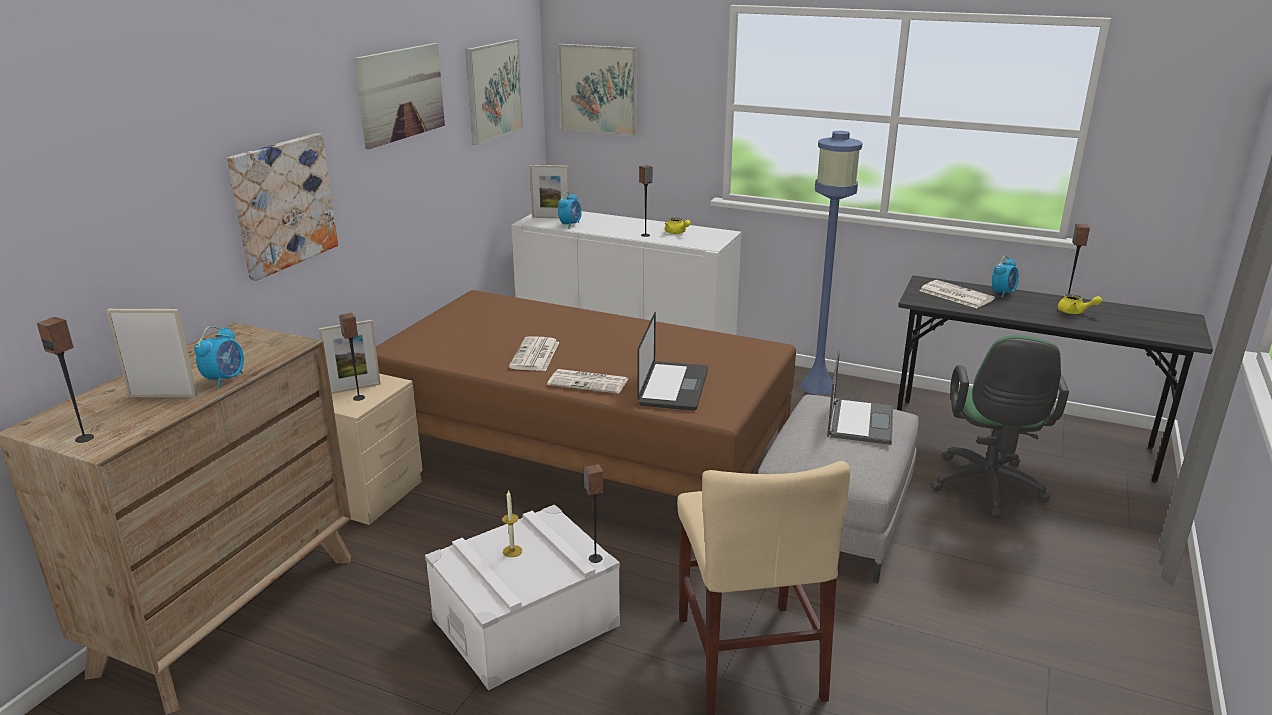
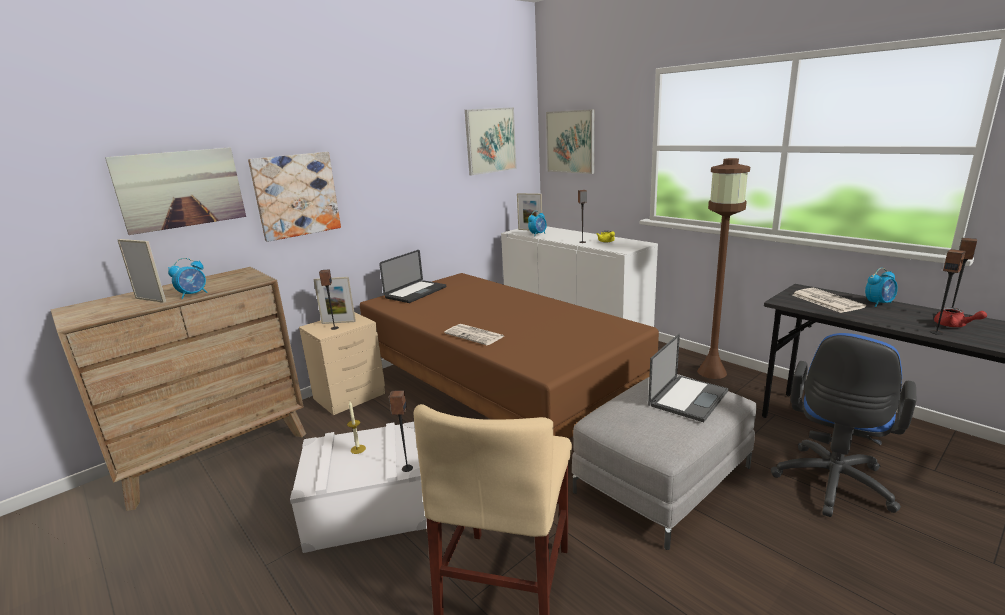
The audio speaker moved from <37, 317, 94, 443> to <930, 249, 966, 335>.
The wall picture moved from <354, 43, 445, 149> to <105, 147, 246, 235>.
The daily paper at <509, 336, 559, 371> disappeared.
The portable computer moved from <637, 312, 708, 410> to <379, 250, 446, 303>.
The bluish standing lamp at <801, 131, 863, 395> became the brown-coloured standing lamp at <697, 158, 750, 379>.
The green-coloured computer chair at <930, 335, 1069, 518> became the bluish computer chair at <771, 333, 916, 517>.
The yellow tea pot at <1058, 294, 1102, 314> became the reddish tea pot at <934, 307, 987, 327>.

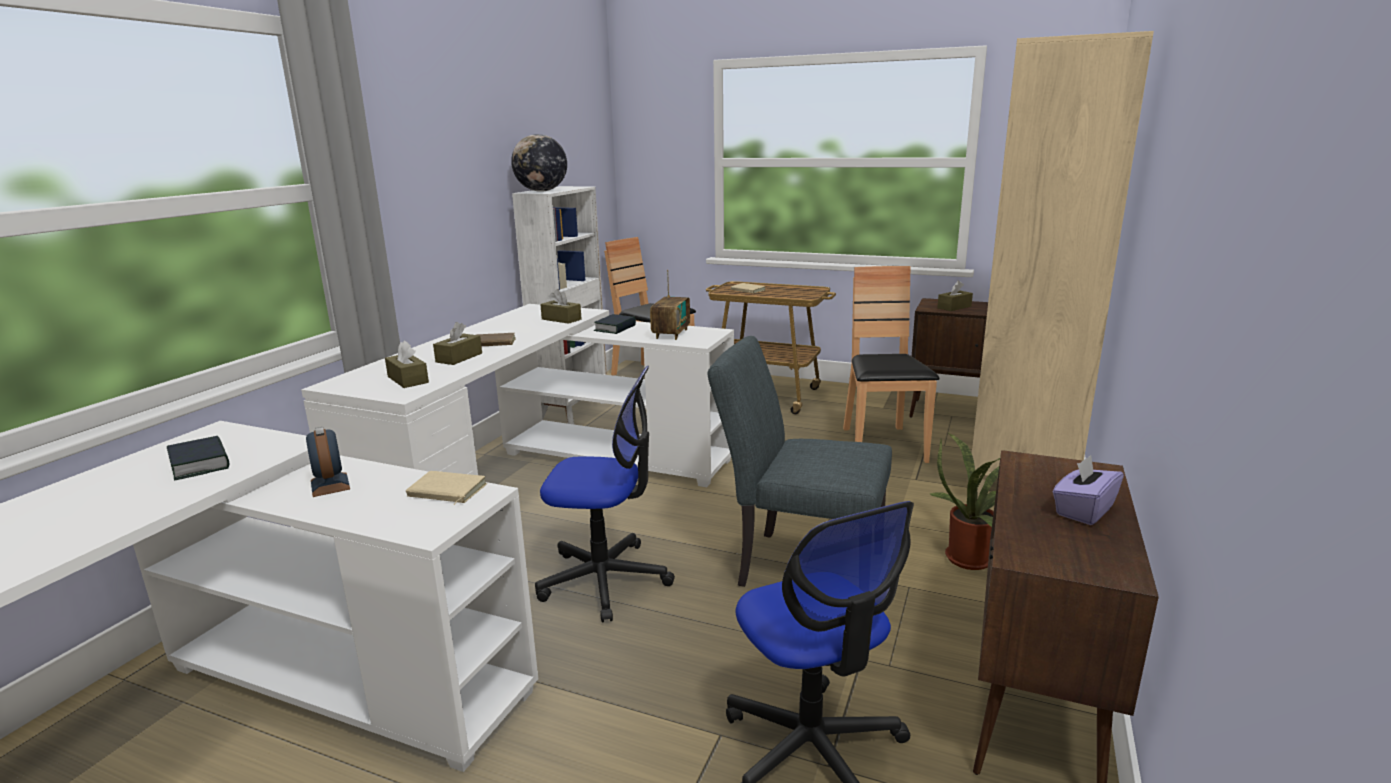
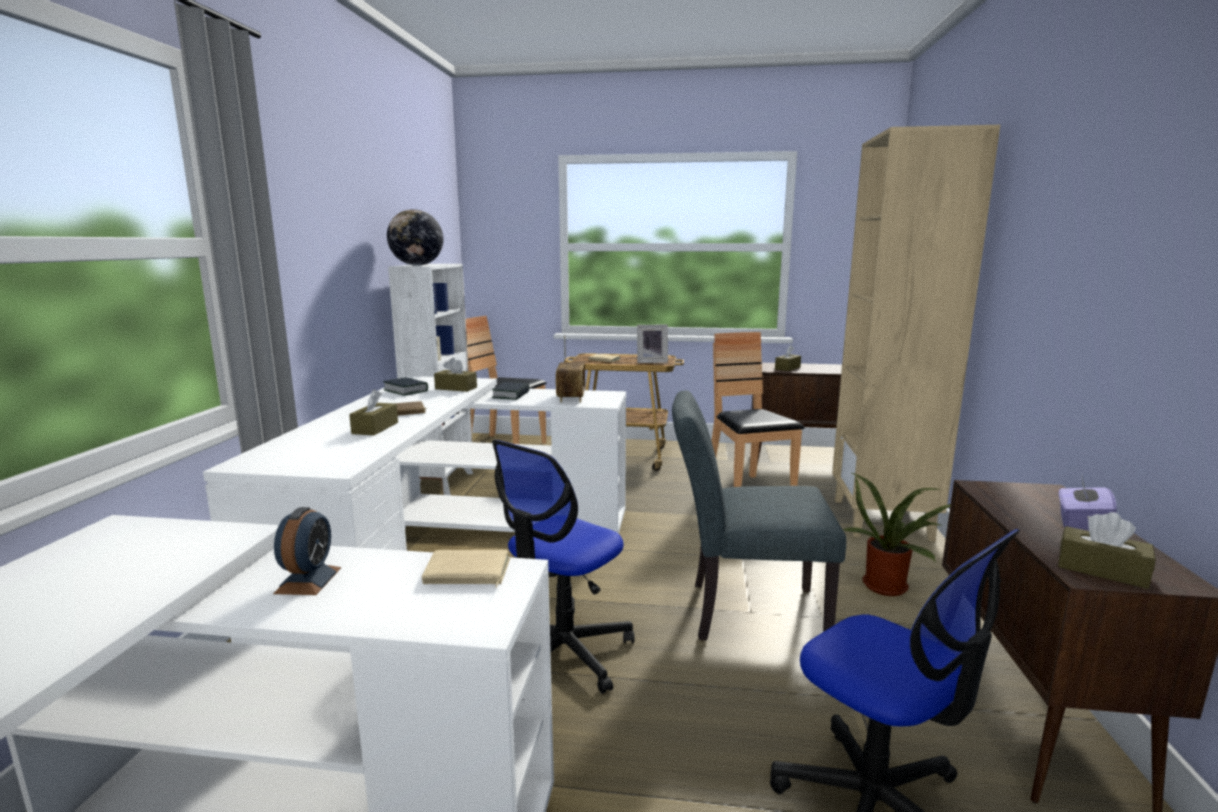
The volume moved from <167, 436, 229, 480> to <383, 377, 428, 396>.
The table clock at <306, 427, 350, 497> turned 135 degrees counterclockwise.
The brown-coloured tissue holder moved from <385, 341, 429, 388> to <1058, 512, 1156, 589>.
The computer chair at <535, 366, 675, 622> turned 135 degrees clockwise.
The picture frame at <637, 324, 668, 363> appeared.

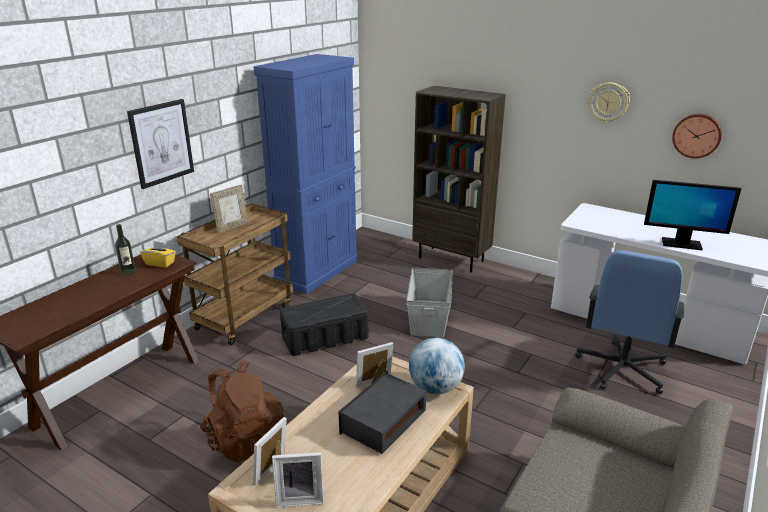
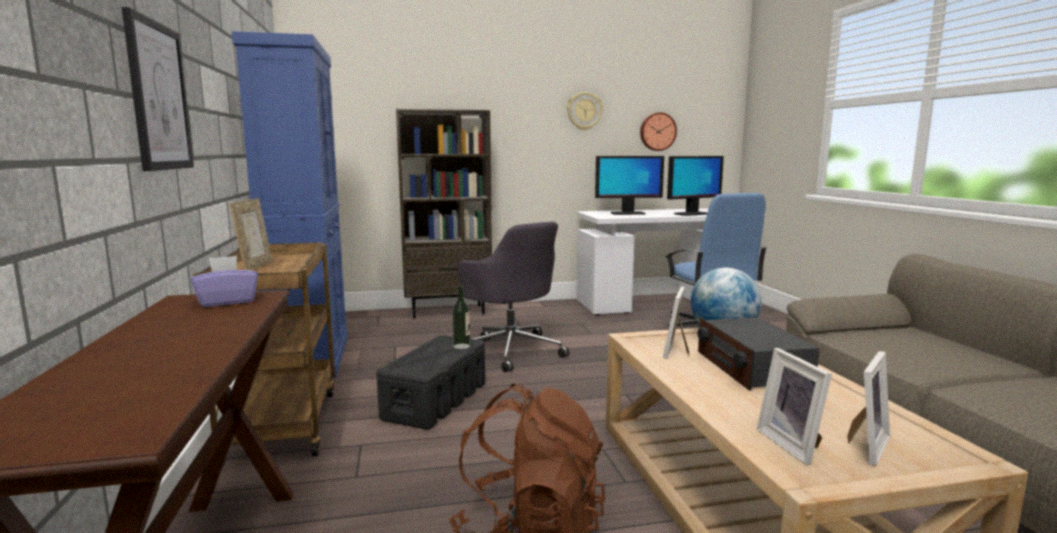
The beverage bottle moved from <115, 224, 136, 275> to <452, 285, 470, 349>.
The yellow tissue holder at <140, 241, 176, 268> became the purple tissue holder at <191, 256, 258, 307>.
The grey storage bin at <406, 267, 453, 337> was replaced by the grey computer chair at <457, 222, 569, 372>.
The monitor at <595, 156, 664, 215> appeared.

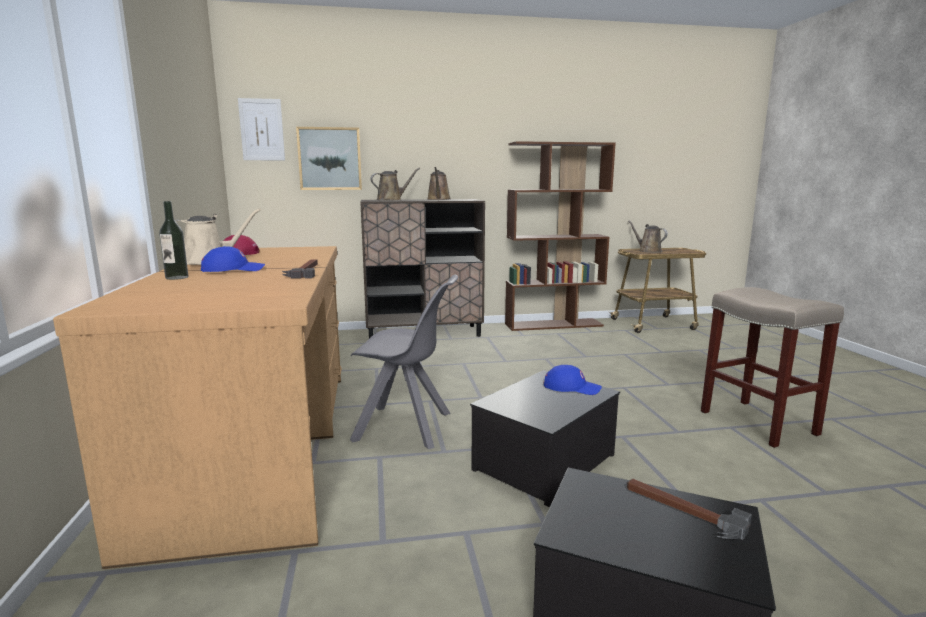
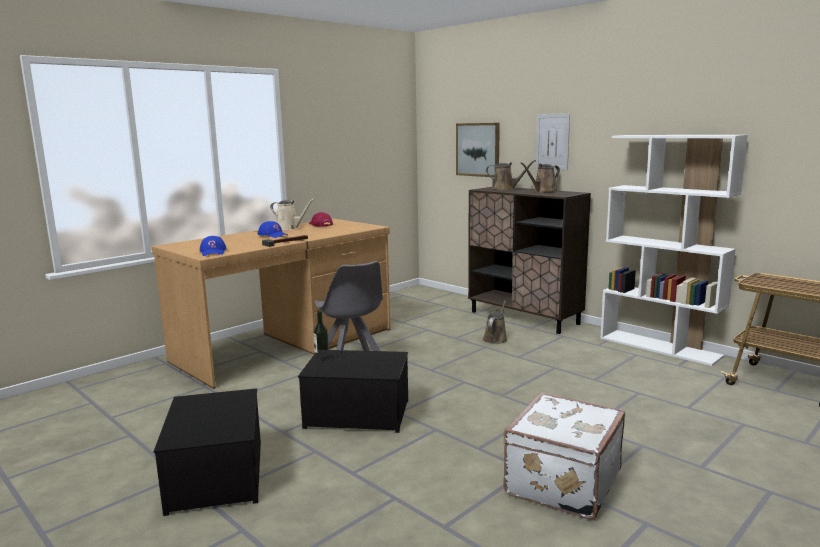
The beverage bottle moved from <159, 201, 188, 280> to <313, 311, 329, 364>.
The wall picture moved from <238, 98, 285, 161> to <535, 113, 570, 170>.
The brown-coloured shelving unit at <505, 141, 616, 331> became the white-coloured shelving unit at <600, 135, 748, 366>.
The bluish cap moved from <544, 365, 602, 395> to <200, 236, 226, 256>.
The hammer at <627, 479, 752, 540> disappeared.
The brown-coloured watering pot moved from <628, 220, 668, 253> to <483, 300, 508, 344>.
The beige-coloured stool at <701, 287, 844, 448> was replaced by the white-coloured piece of luggage at <503, 392, 625, 519>.

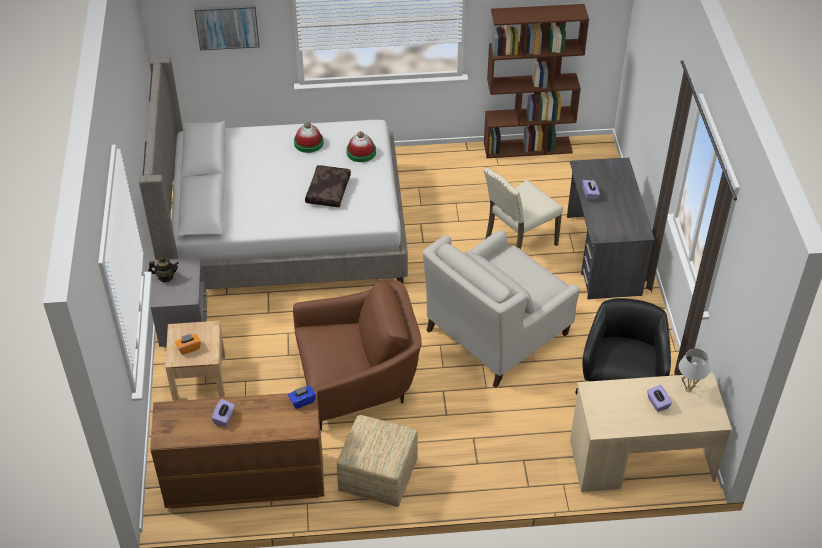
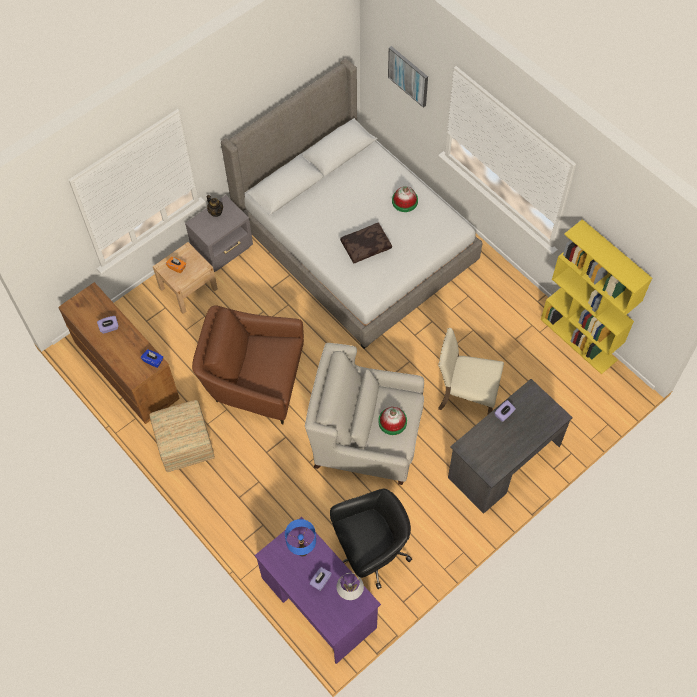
The brown-coloured armchair at <293, 281, 422, 431> turned 150 degrees clockwise.
The wearable hat moved from <346, 131, 376, 162> to <378, 407, 407, 435>.
The brown-coloured shelving unit at <484, 4, 589, 158> became the yellow shelving unit at <541, 219, 652, 374>.
The beige-coloured desk table at <570, 373, 732, 492> became the purple desk table at <254, 517, 381, 664>.
The bluish tabletop lamp at <285, 519, 316, 557> appeared.

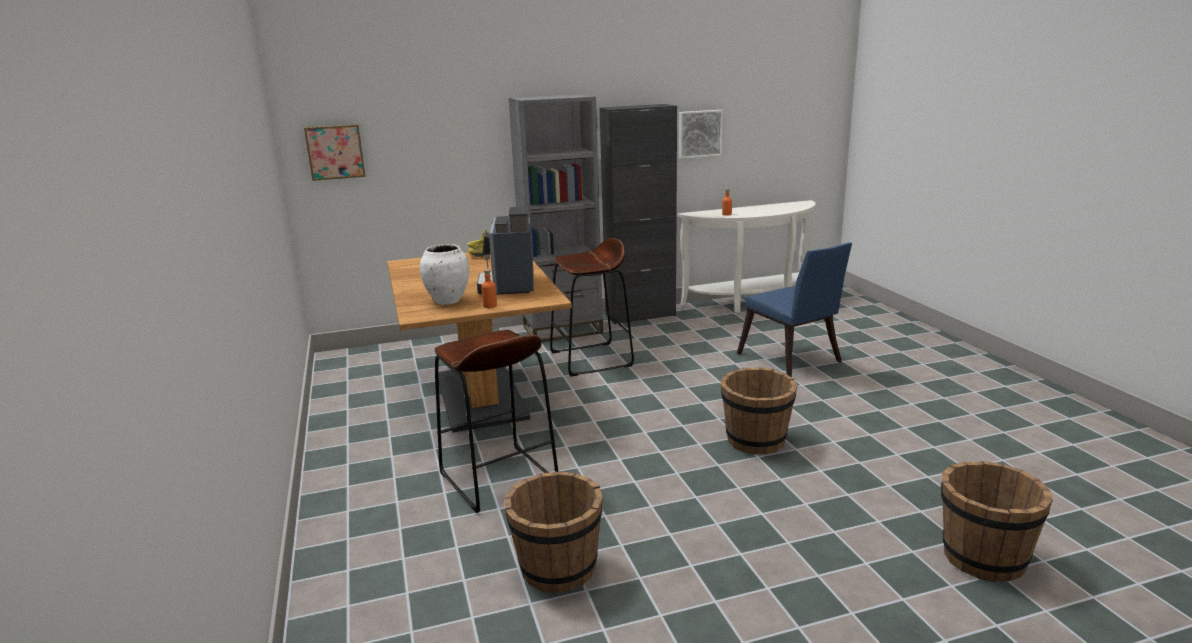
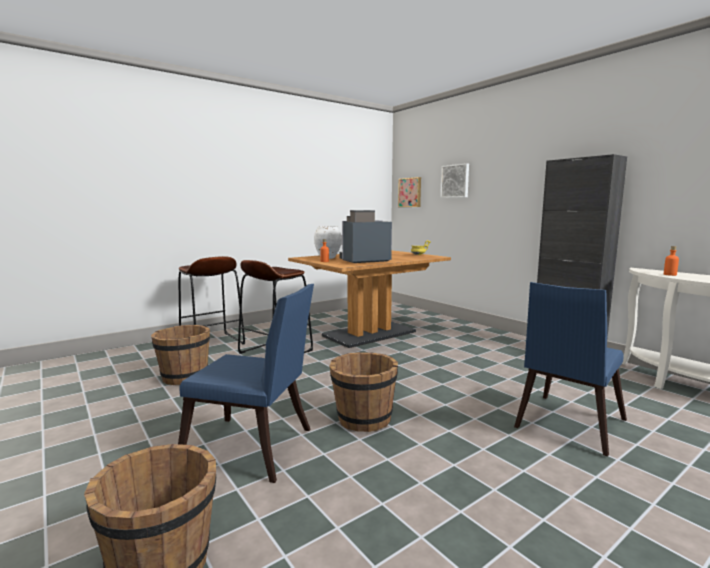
The grey shelving unit at <508, 94, 603, 342> disappeared.
The brown-coloured stool moved from <550, 238, 634, 377> to <179, 256, 245, 344>.
The wall picture moved from <679, 110, 723, 159> to <440, 163, 469, 198>.
The bluish chair at <178, 284, 314, 483> appeared.

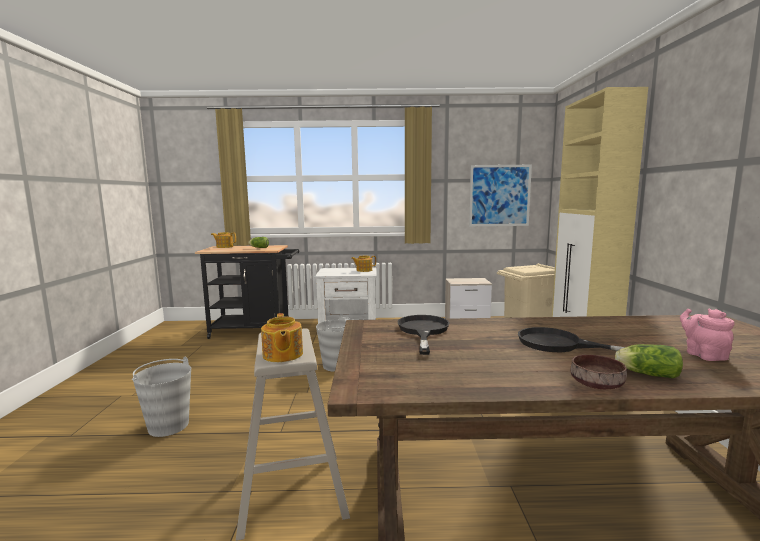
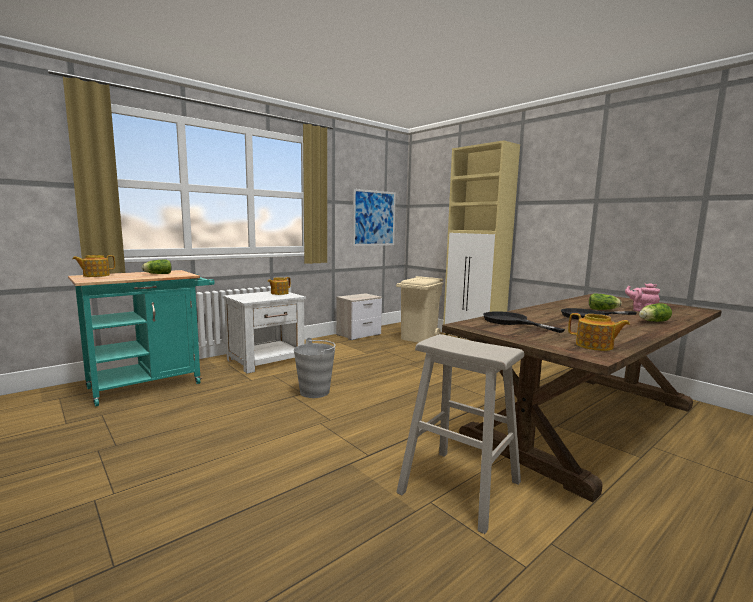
The grey pail at <132, 357, 191, 437> disappeared.
The black trolley at <195, 245, 299, 339> became the turquoise-coloured trolley at <68, 270, 215, 406>.
The tea pot moved from <261, 313, 303, 362> to <568, 313, 630, 351>.
The brown-coloured serving bowl at <571, 355, 627, 389> disappeared.
The lettuce at <589, 294, 622, 310> appeared.

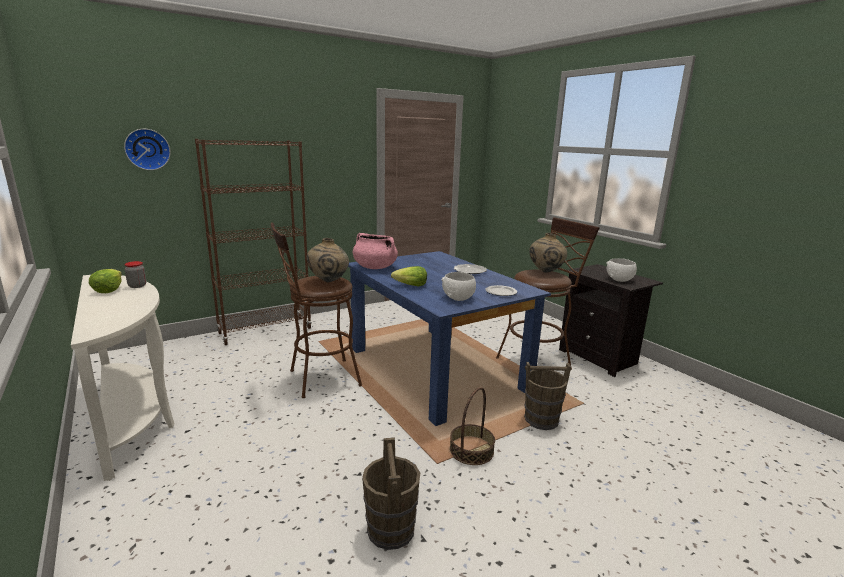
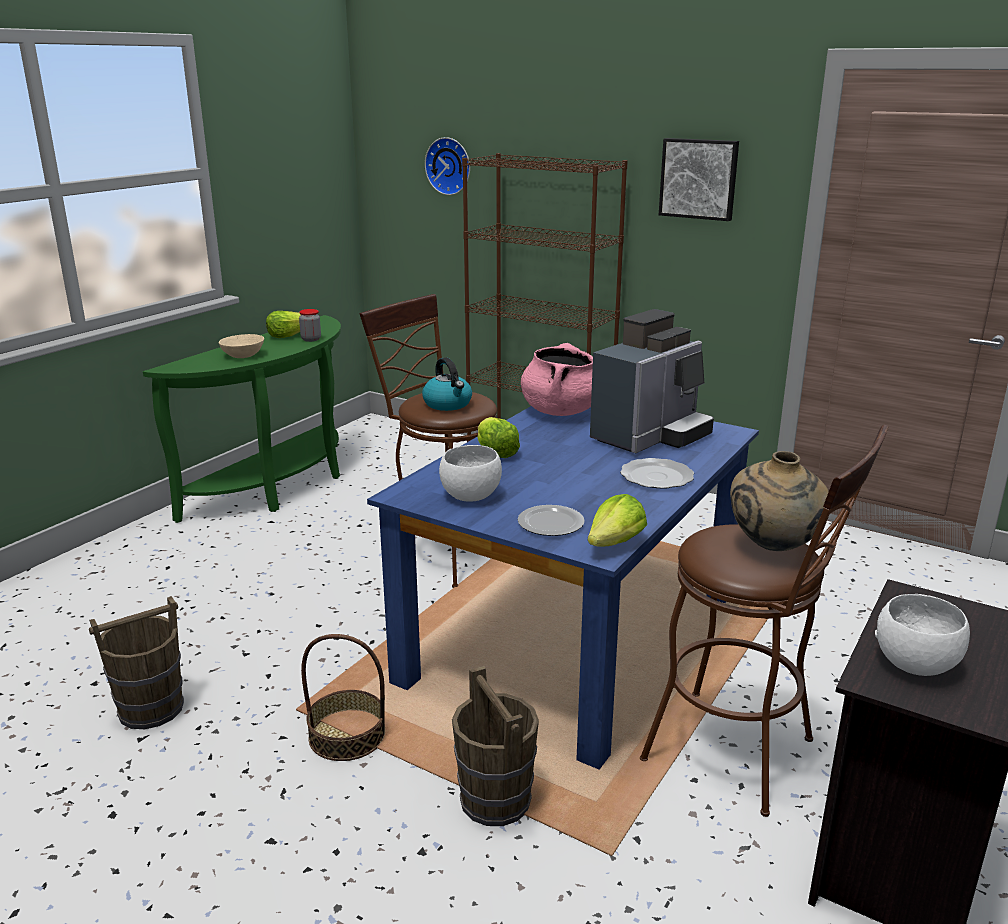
The white-coloured narrow table at <71, 275, 175, 481> became the green-coloured narrow table at <143, 315, 341, 523>.
The beige-coloured decorative vase at <307, 238, 349, 282> was replaced by the tea kettle at <422, 357, 472, 411>.
The beige-coloured serving bowl at <219, 334, 264, 358> appeared.
The lettuce at <588, 494, 647, 547> appeared.
The coffee machine at <590, 309, 714, 453> appeared.
The wall picture at <659, 138, 739, 221> appeared.

